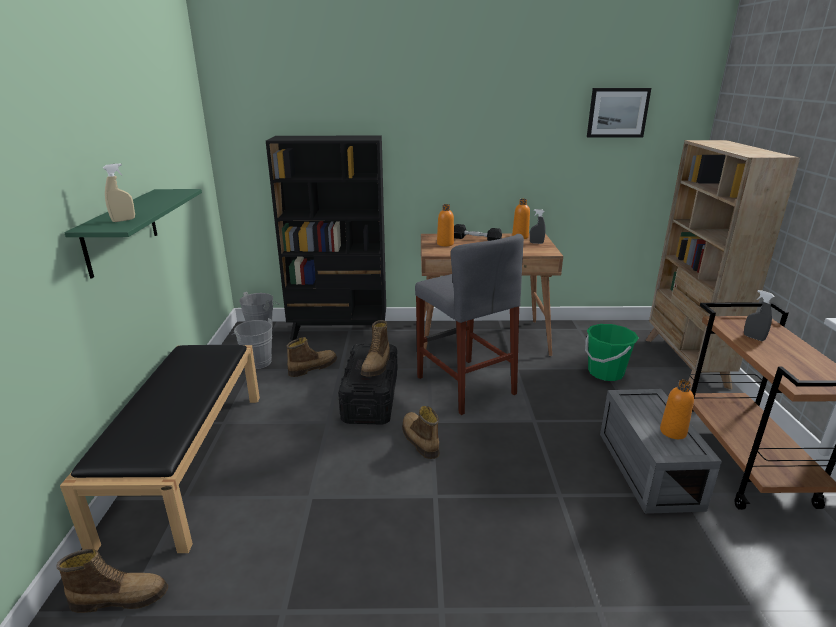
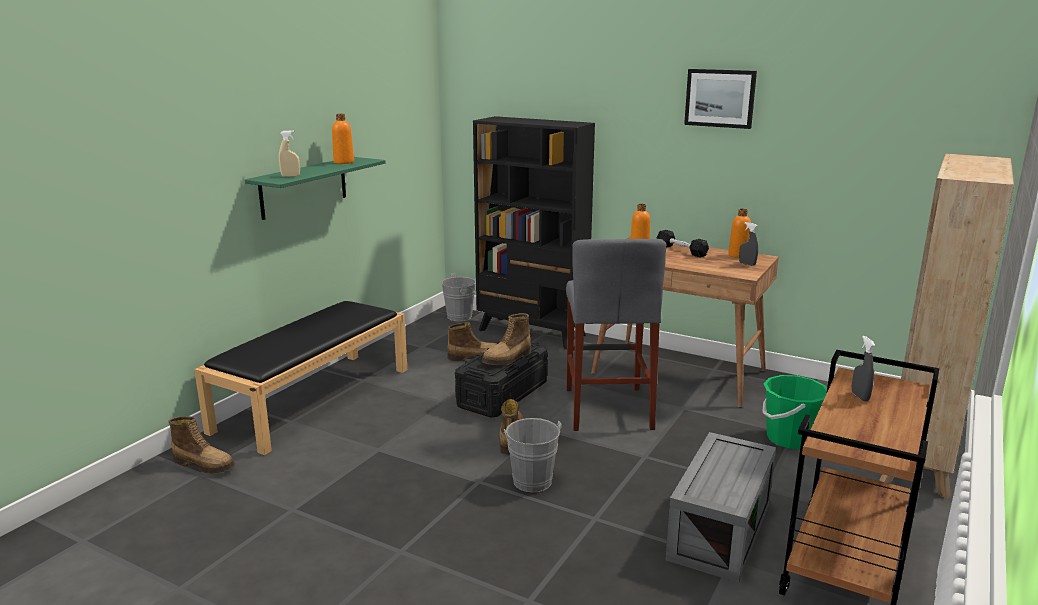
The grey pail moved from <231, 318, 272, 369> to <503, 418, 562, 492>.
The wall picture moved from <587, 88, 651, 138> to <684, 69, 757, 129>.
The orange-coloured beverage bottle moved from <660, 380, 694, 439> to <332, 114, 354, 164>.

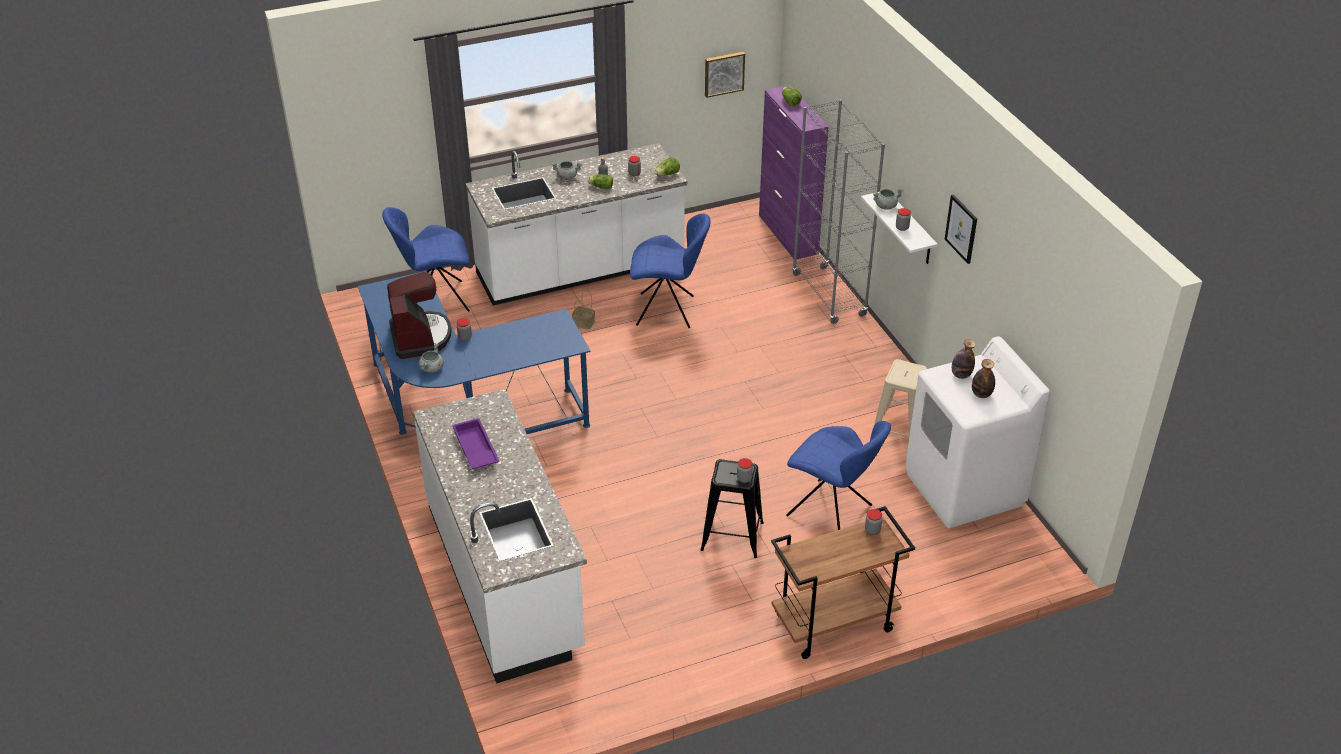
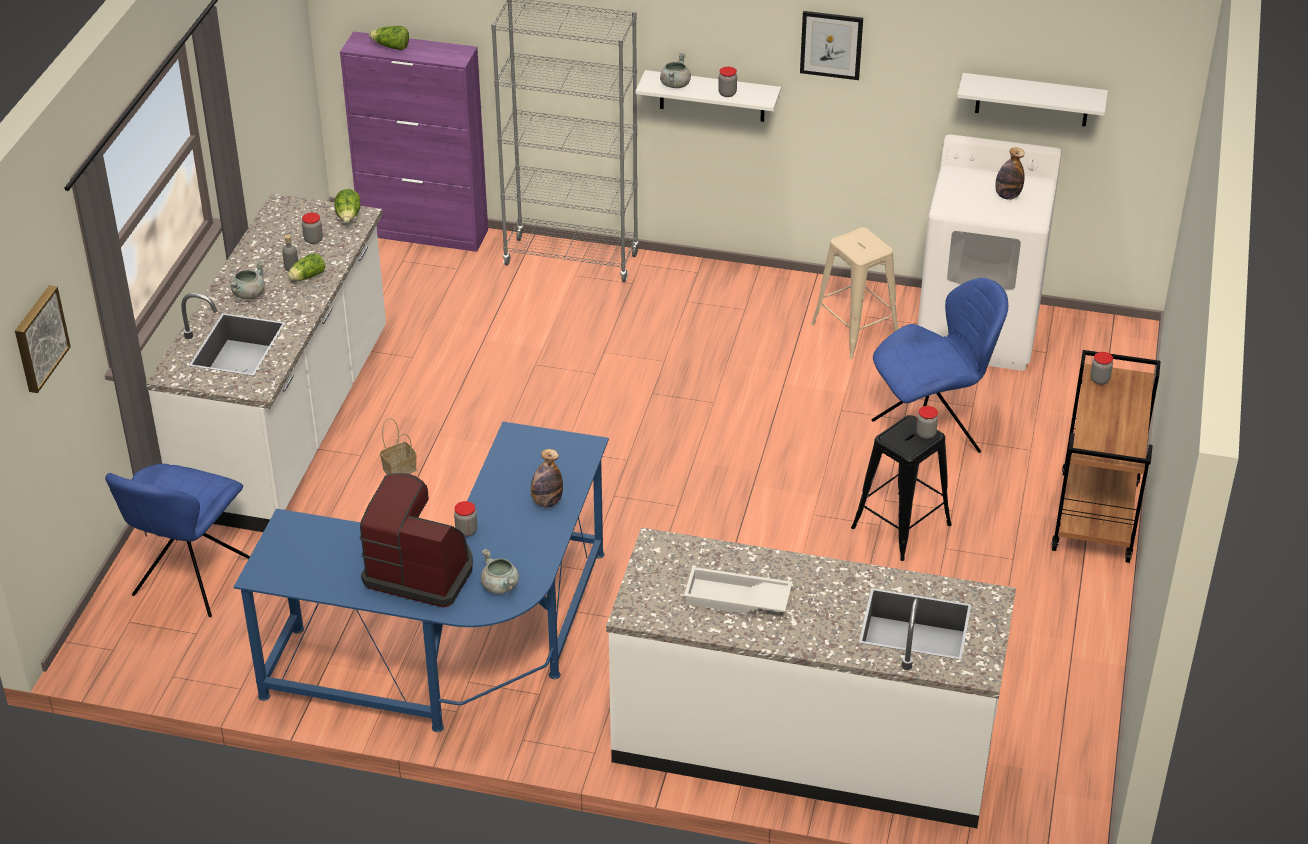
The purple tray at <452, 418, 500, 469> became the white-coloured tray at <684, 567, 792, 614>.
The bluish chair at <630, 213, 711, 328> disappeared.
The wall picture moved from <705, 52, 745, 98> to <15, 285, 71, 393>.
The beverage bottle moved from <952, 339, 976, 379> to <531, 449, 563, 508>.
The white-coloured shelf at <957, 73, 1108, 127> appeared.

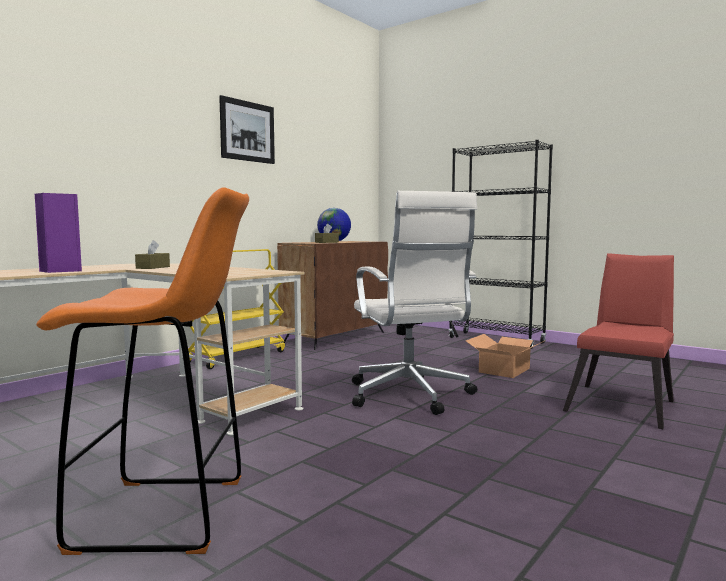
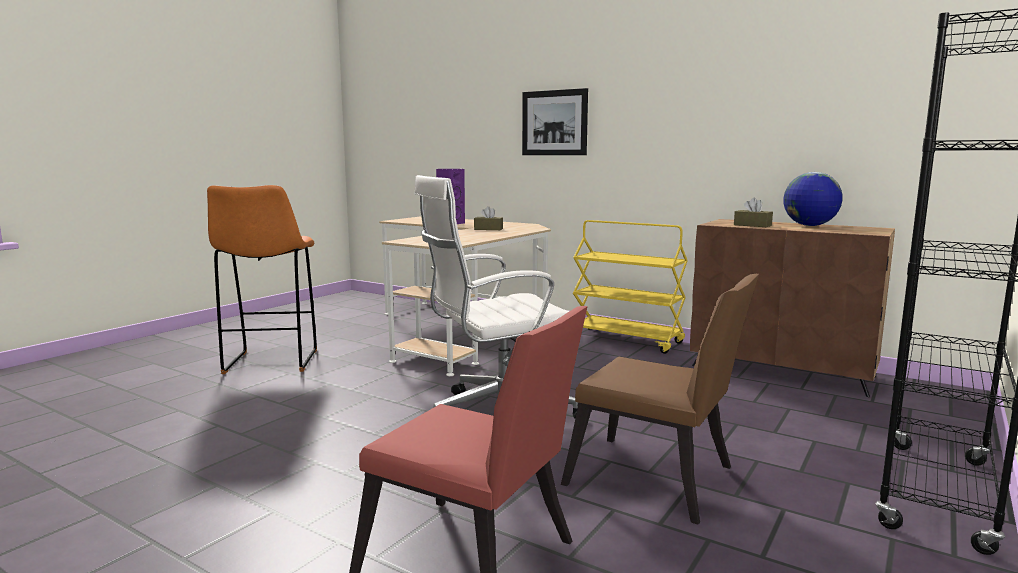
The wall picture moved from <219, 95, 275, 164> to <522, 88, 588, 155>.
The cardboard box at <466, 334, 544, 378> was replaced by the brown-coloured chair at <561, 274, 759, 525>.

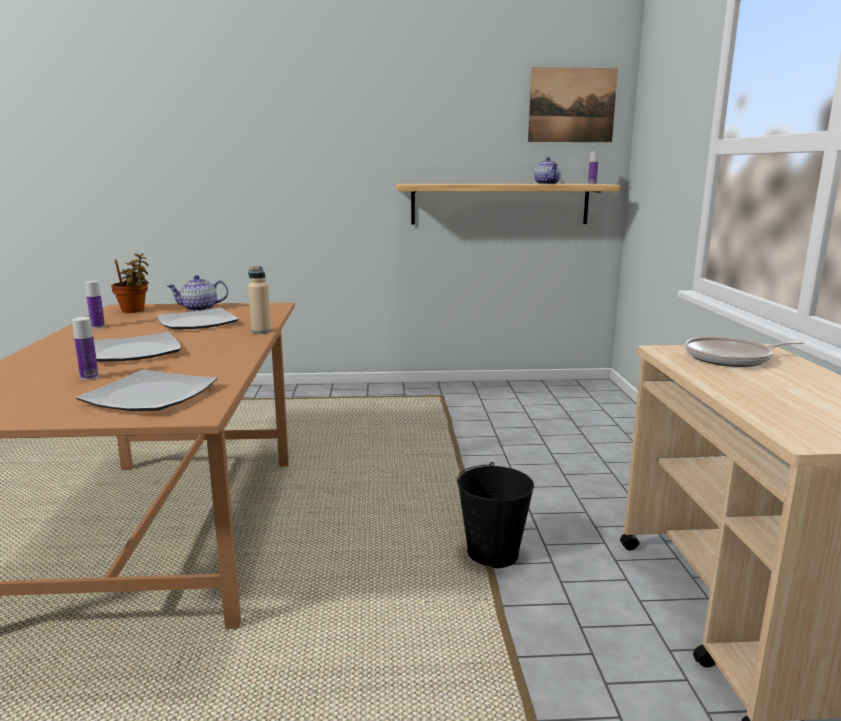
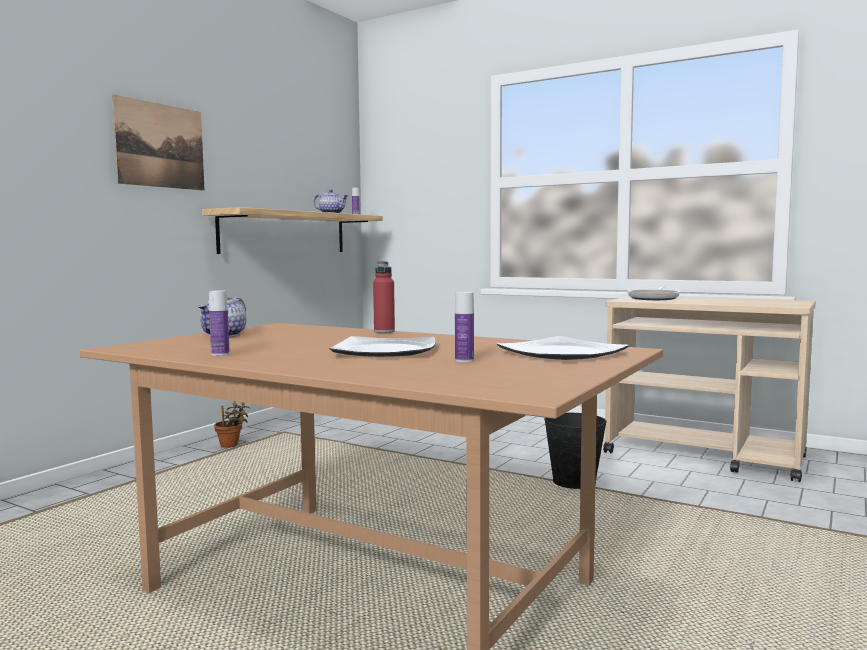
The houseplant moved from <111, 253, 149, 313> to <214, 401, 250, 448>.
The flat dish at <157, 308, 239, 329> disappeared.
The beige-coloured beverage bottle at <248, 266, 271, 334> became the reddish beverage bottle at <373, 261, 395, 333>.
The wall picture moved from <528, 67, 618, 142> to <112, 95, 204, 191>.

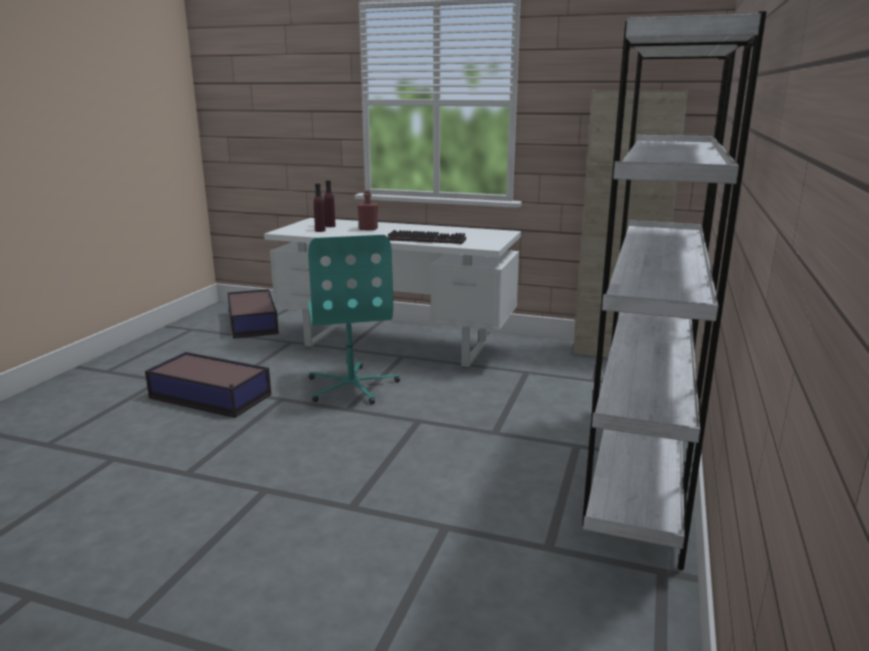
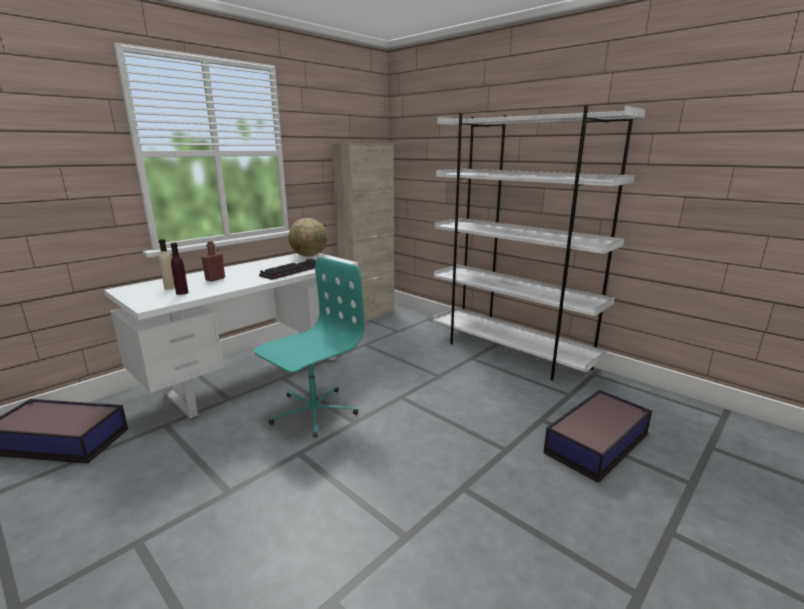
The storage bin moved from <145, 352, 271, 418> to <543, 390, 652, 483>.
The turquoise-coloured computer chair at <308, 235, 400, 404> turned 60 degrees counterclockwise.
The purple beverage bottle at <324, 180, 336, 227> became the beige-coloured beverage bottle at <159, 239, 175, 289>.
The globe at <288, 218, 327, 257> appeared.

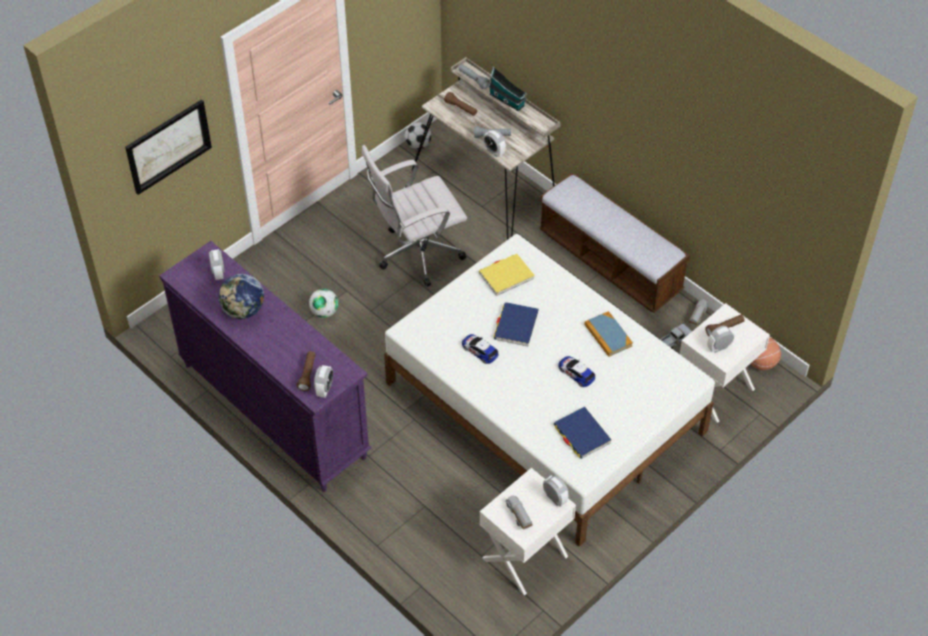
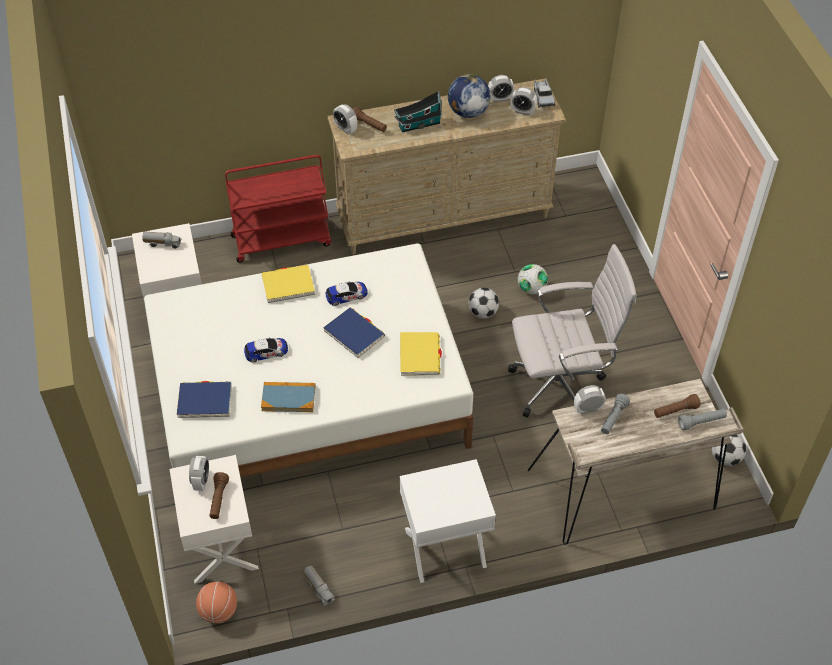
The wall picture at <125, 99, 212, 195> disappeared.
The purple dresser at <159, 241, 372, 492> became the beige-coloured dresser at <328, 79, 566, 255>.
The white-coloured computer chair at <362, 145, 467, 287> turned 75 degrees clockwise.
The toy house moved from <488, 66, 527, 111> to <394, 91, 442, 133>.
The long seat at <539, 173, 690, 313> was replaced by the white-coloured bedside table at <400, 459, 496, 583>.
The table clock moved from <543, 475, 569, 507> to <488, 75, 514, 102>.
The bluish volume moved from <554, 406, 611, 459> to <177, 381, 232, 418>.
The toy truck moved from <660, 324, 692, 349> to <534, 78, 555, 108>.
The reddish trolley at <225, 155, 331, 263> appeared.
The yellow volume at <261, 265, 315, 303> appeared.
The ball for football at <468, 288, 499, 318> appeared.

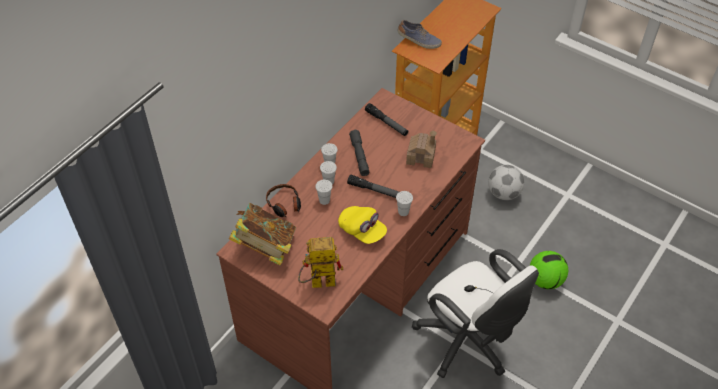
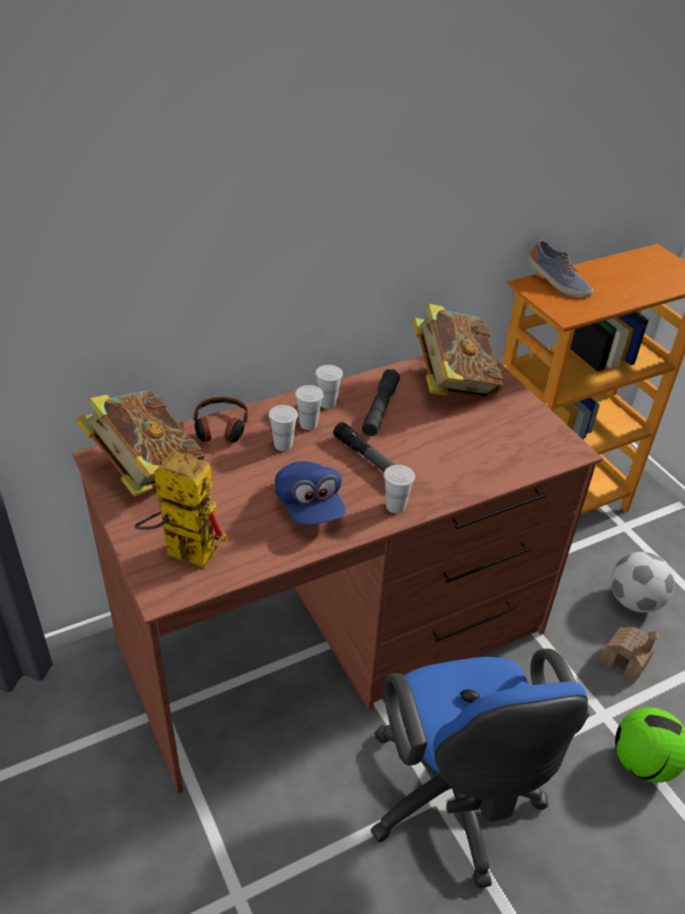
The yellow cap at <338, 206, 387, 244> became the bluish cap at <275, 461, 346, 525>.
The hand torch at <365, 103, 408, 136> was replaced by the volume at <412, 303, 503, 398>.
The toy house moved from <406, 130, 437, 168> to <599, 627, 659, 683>.
The white-coloured computer chair at <412, 249, 539, 378> became the bluish computer chair at <371, 648, 590, 888>.

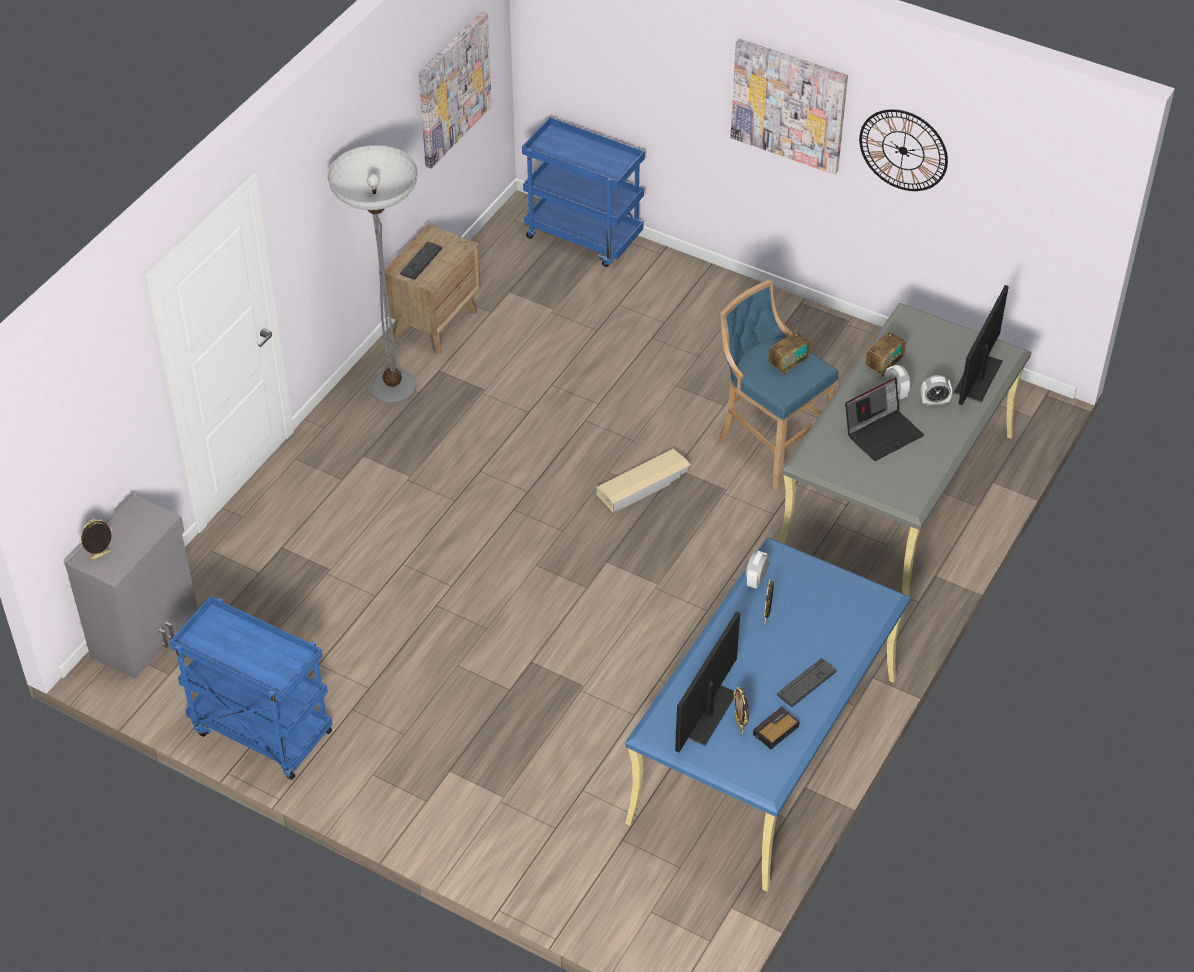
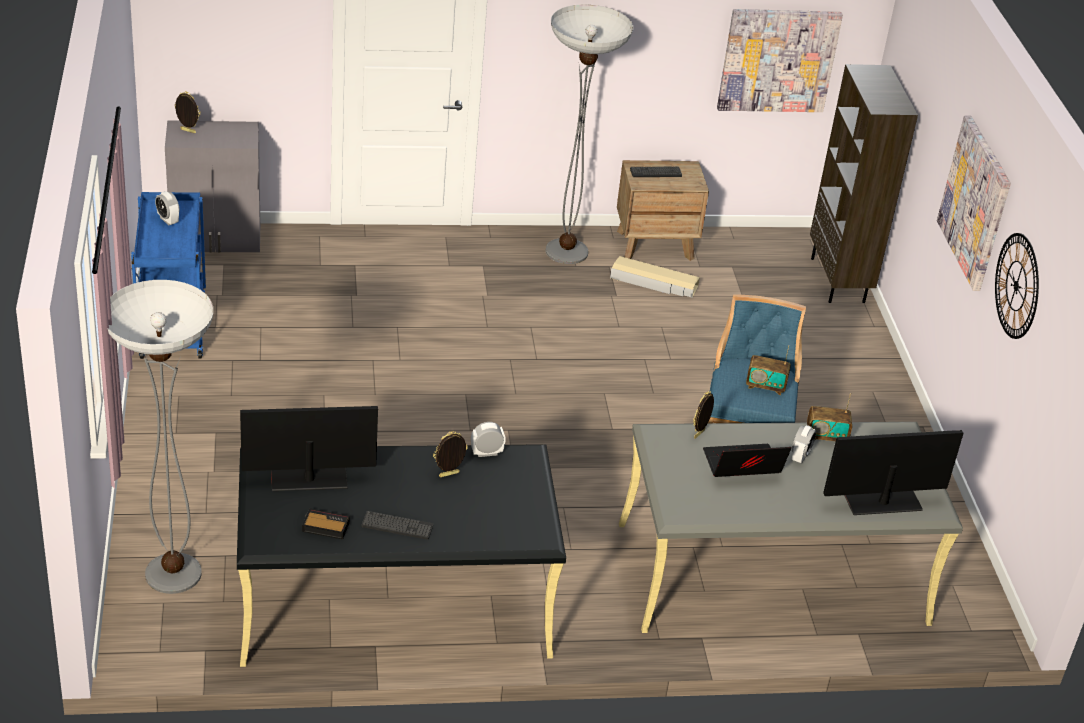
The bluish trolley at <522, 117, 645, 267> was replaced by the brown-coloured shelving unit at <810, 64, 918, 303>.
The beige-coloured storage bin moved from <596, 449, 690, 513> to <610, 256, 700, 297>.
The bluish desk table at <625, 537, 911, 891> became the black desk table at <237, 444, 566, 667>.
The picture frame moved from <734, 687, 749, 733> to <693, 391, 714, 439>.
The portable computer at <845, 378, 924, 461> turned 150 degrees clockwise.
The table clock moved from <921, 375, 952, 406> to <155, 191, 180, 225>.
The standing lamp at <108, 280, 213, 594> appeared.

